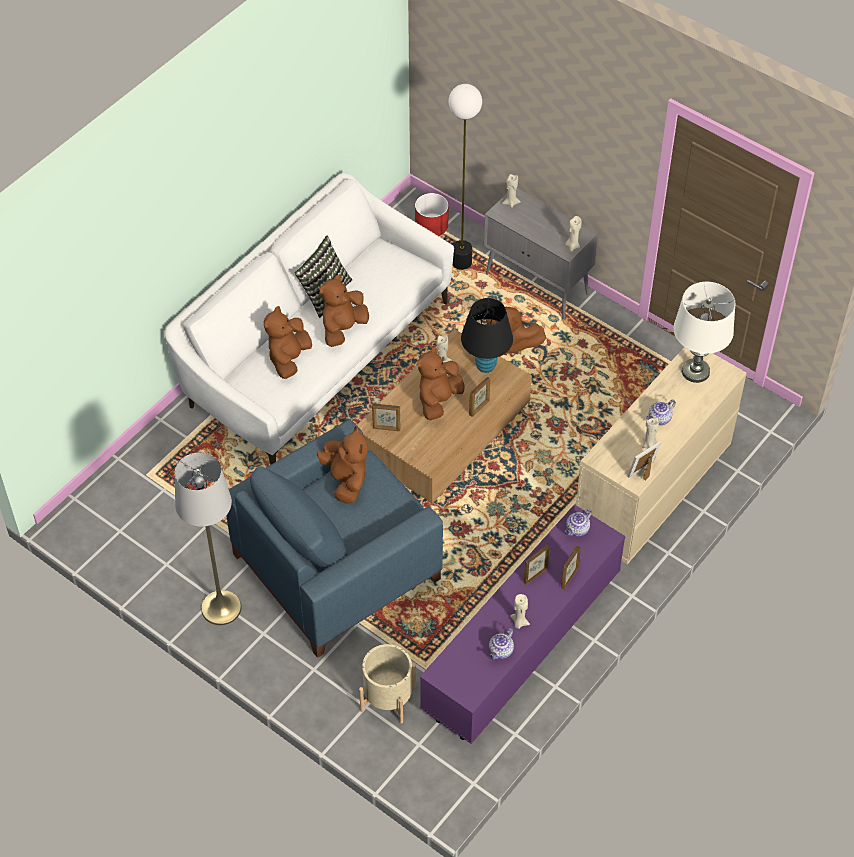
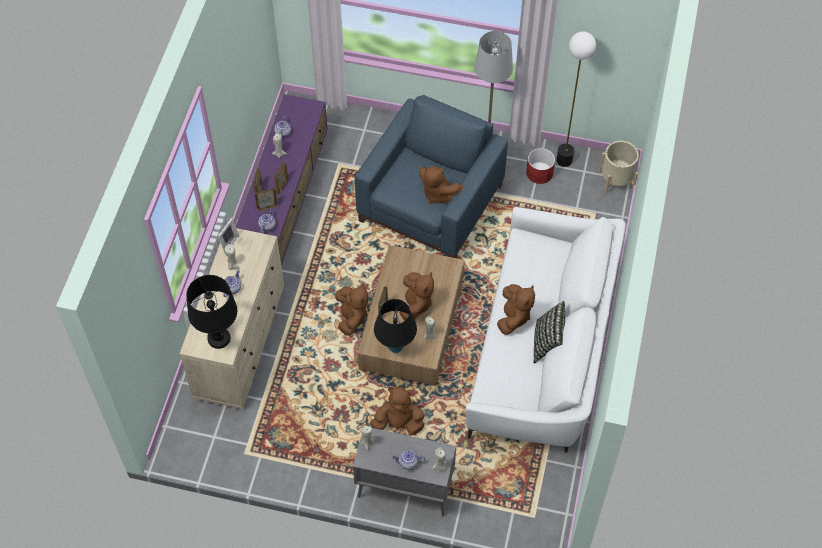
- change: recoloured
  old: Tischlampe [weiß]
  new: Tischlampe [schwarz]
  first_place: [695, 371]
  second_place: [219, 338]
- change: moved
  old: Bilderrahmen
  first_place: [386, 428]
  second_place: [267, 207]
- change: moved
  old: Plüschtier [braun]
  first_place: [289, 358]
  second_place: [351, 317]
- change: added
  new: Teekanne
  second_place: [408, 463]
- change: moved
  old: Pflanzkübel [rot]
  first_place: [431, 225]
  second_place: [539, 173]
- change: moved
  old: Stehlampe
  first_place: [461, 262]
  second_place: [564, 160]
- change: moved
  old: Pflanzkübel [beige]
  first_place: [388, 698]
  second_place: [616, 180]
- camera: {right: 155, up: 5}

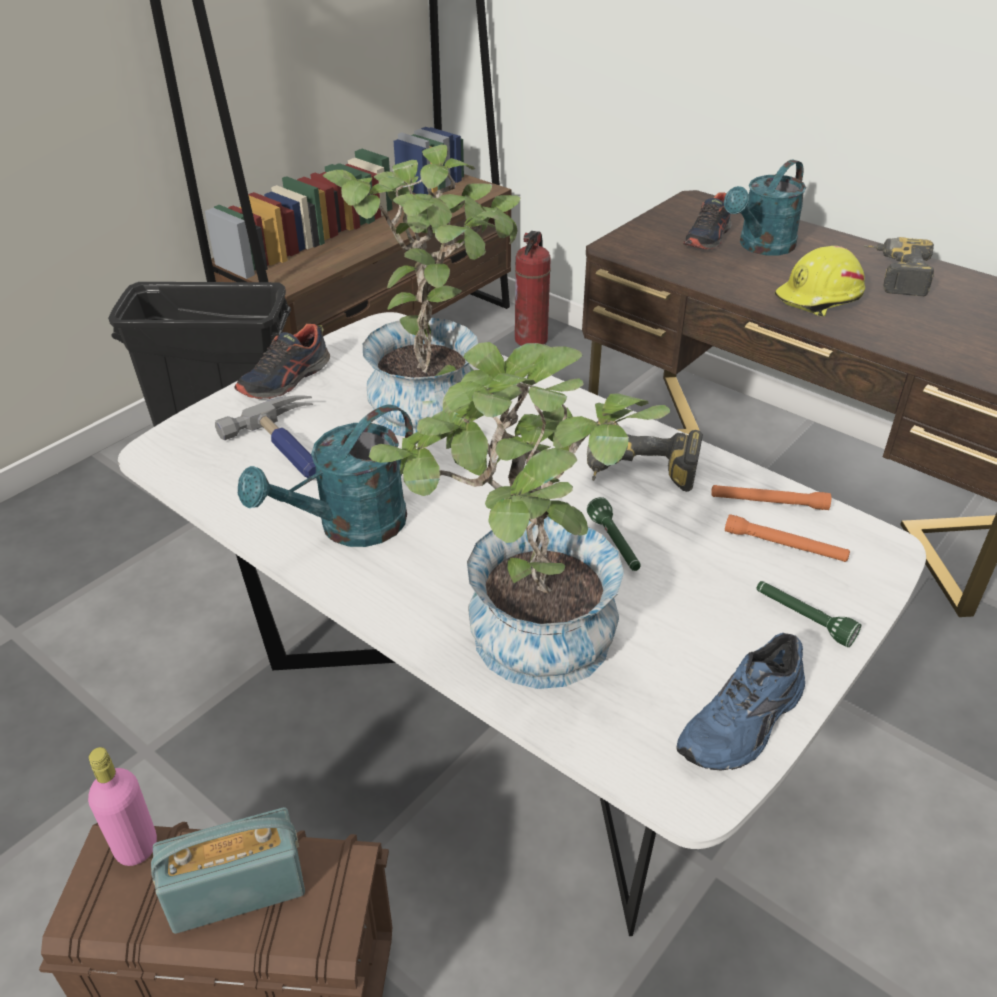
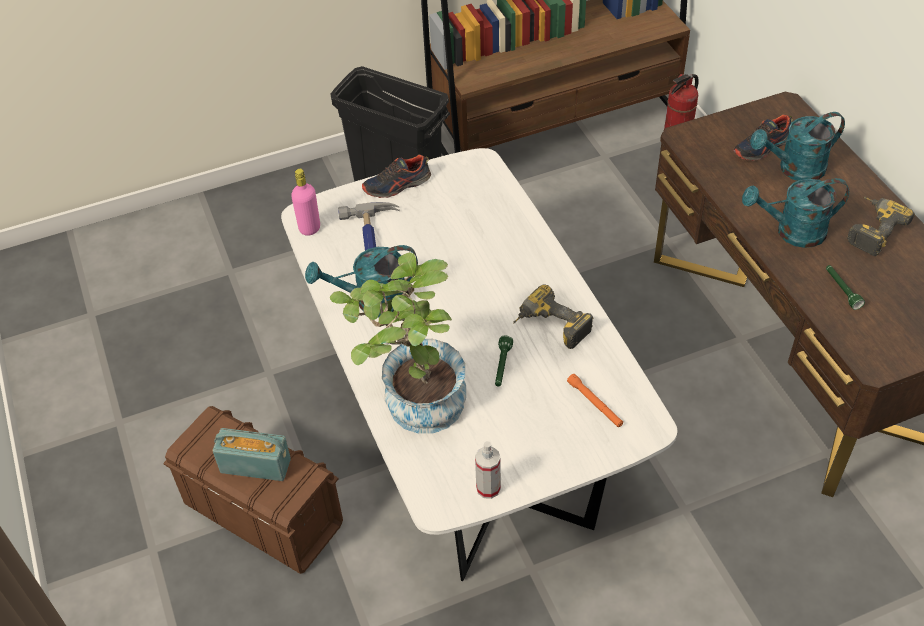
- change: moved
  old: Flasche [rosa]
  first_place: [136, 847]
  second_place: [309, 228]
- change: replaced
  old: Schuh [blau]
  new: Sprühflasche
  first_place: [745, 724]
  second_place: [488, 488]
- change: replaced
  old: Schutzhelm [gelb]
  new: Gießkanne [türkis]
  first_place: [819, 299]
  second_place: [792, 232]
- change: moved
  old: Taschenlampe [grün]
  first_place: [802, 619]
  second_place: [841, 290]
- change: removed
  old: Topfpflanze
  first_place: [436, 400]
- change: removed
  old: Taschenlampe [orange]
  first_place: [768, 502]
- camera: {right: 30, up: 10}

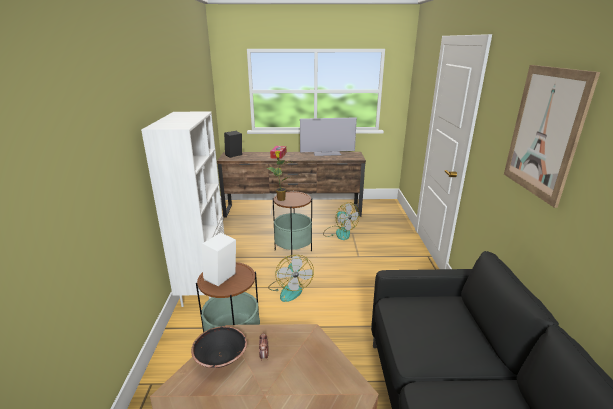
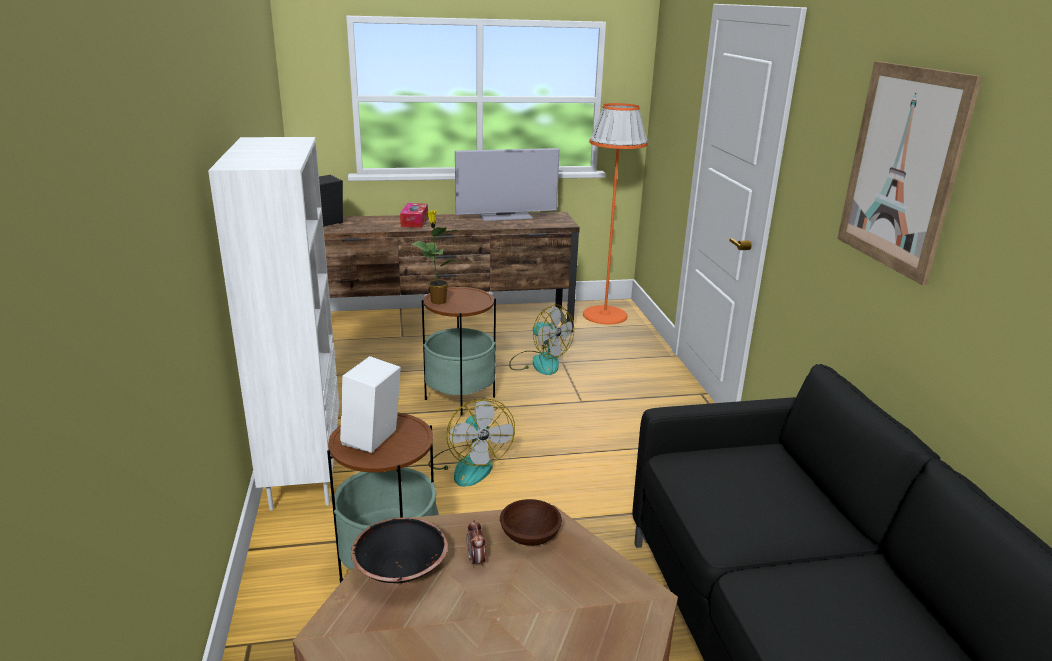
- change: added
  new: Schüssel [braun]
  second_place: [529, 535]
- change: added
  new: Stehlampe [orange]
  second_place: [605, 315]
- camera: {right: -10, up: 0}

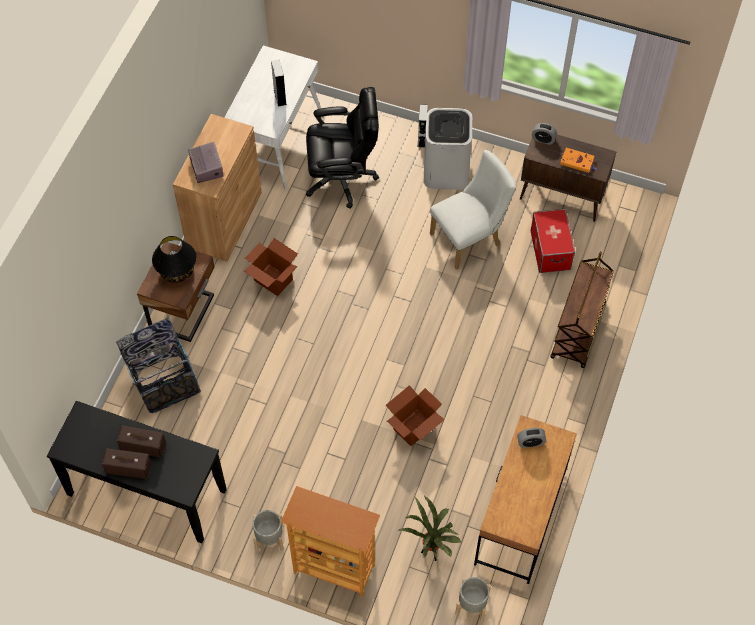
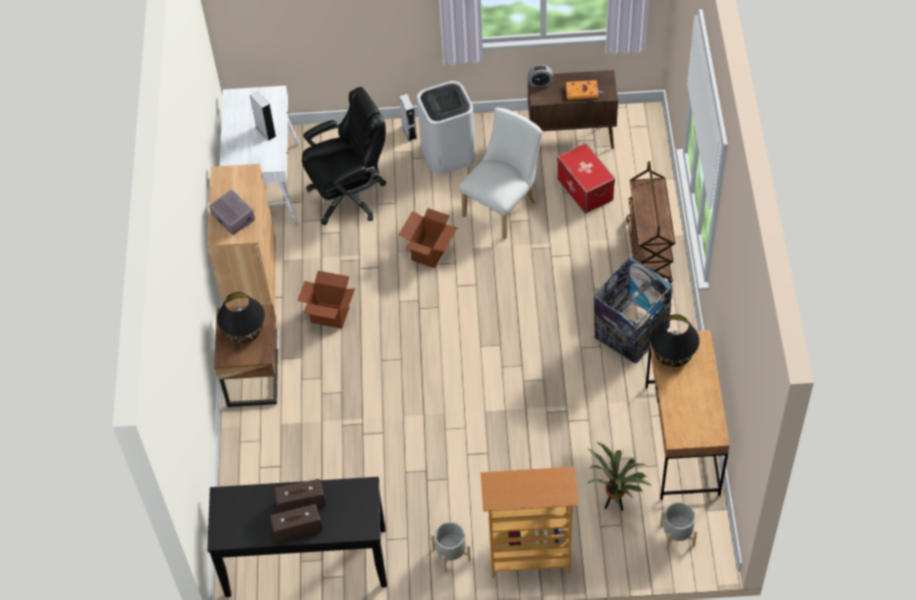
- change: moved
  old: Karton
  first_place: [413, 428]
  second_place: [429, 252]
- change: moved
  old: Mülleimer
  first_place: [165, 385]
  second_place: [630, 335]
- change: replaced
  old: Wecker
  new: Tischlampe [schwarz]
  first_place: [530, 442]
  second_place: [672, 354]
- camera: {right: -20, up: -5}

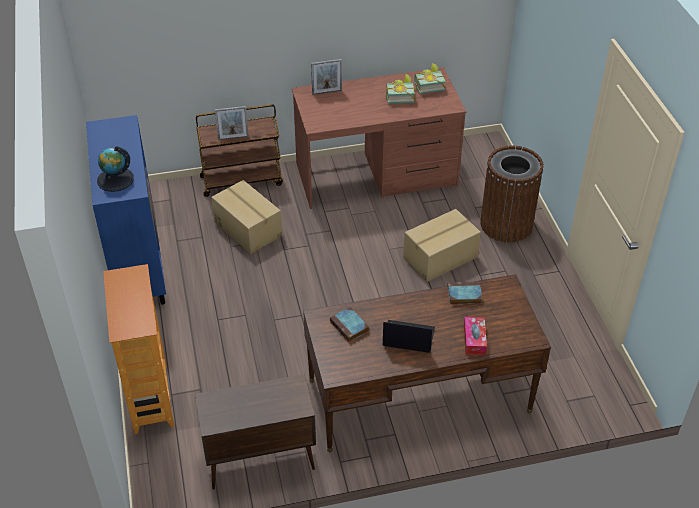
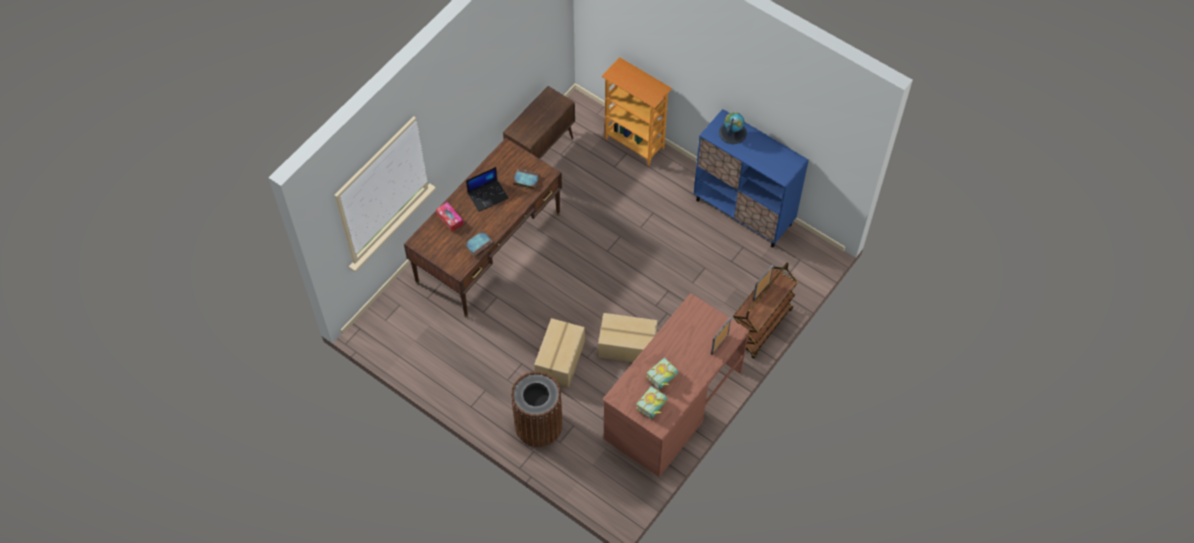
- change: moved
  old: Karton
  first_place: [248, 228]
  second_place: [627, 346]
- camera: {right: 140, up: 15}

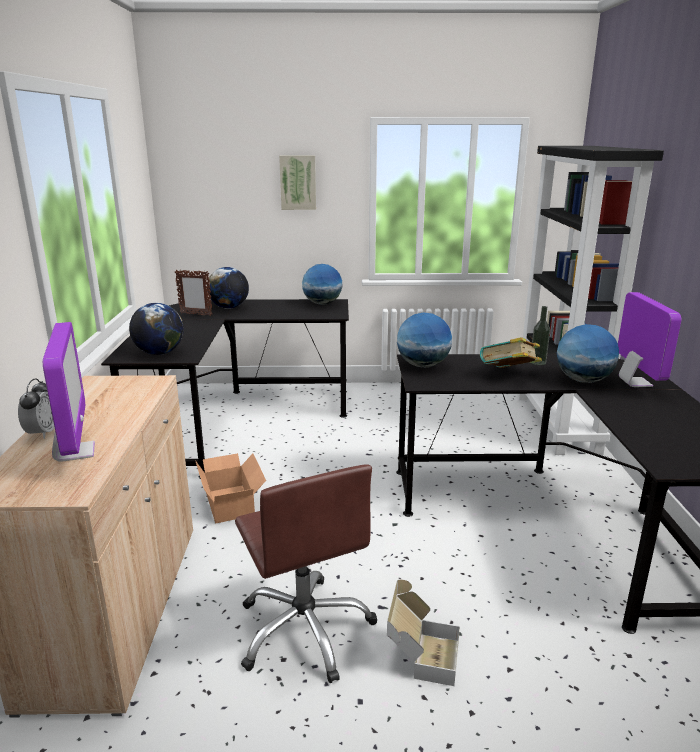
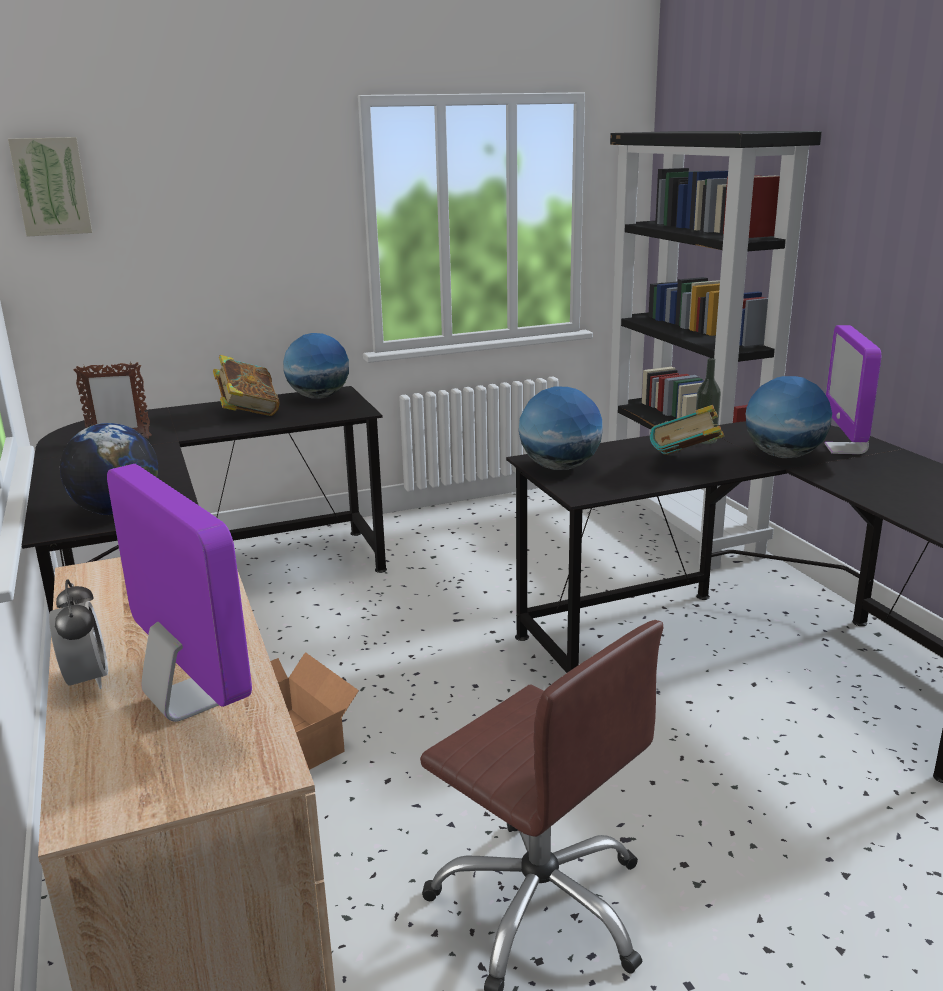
- change: moved
  old: Bild
  first_place: [298, 182]
  second_place: [51, 186]
- change: added
  new: Buch
  second_place: [248, 412]
- change: turned
  old: Monitor
  first_place: [635, 382]
  second_place: [845, 449]
  degrees: -150
- change: removed
  old: Globus
  first_place: [229, 307]
- change: removed
  old: Karton
  first_place: [420, 656]
- camera: {right: -20, up: 0}

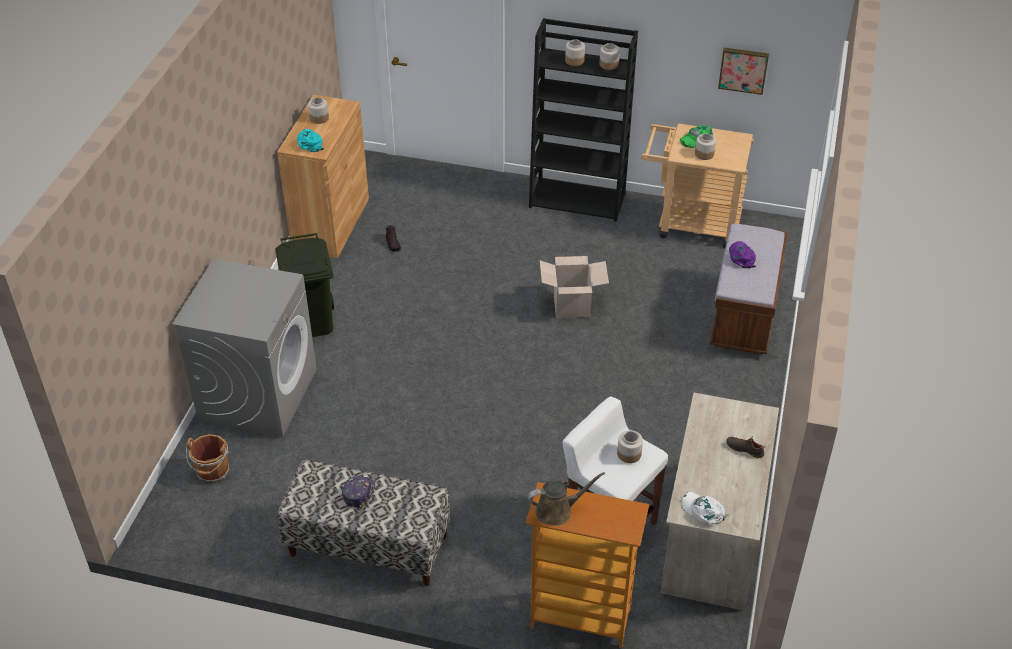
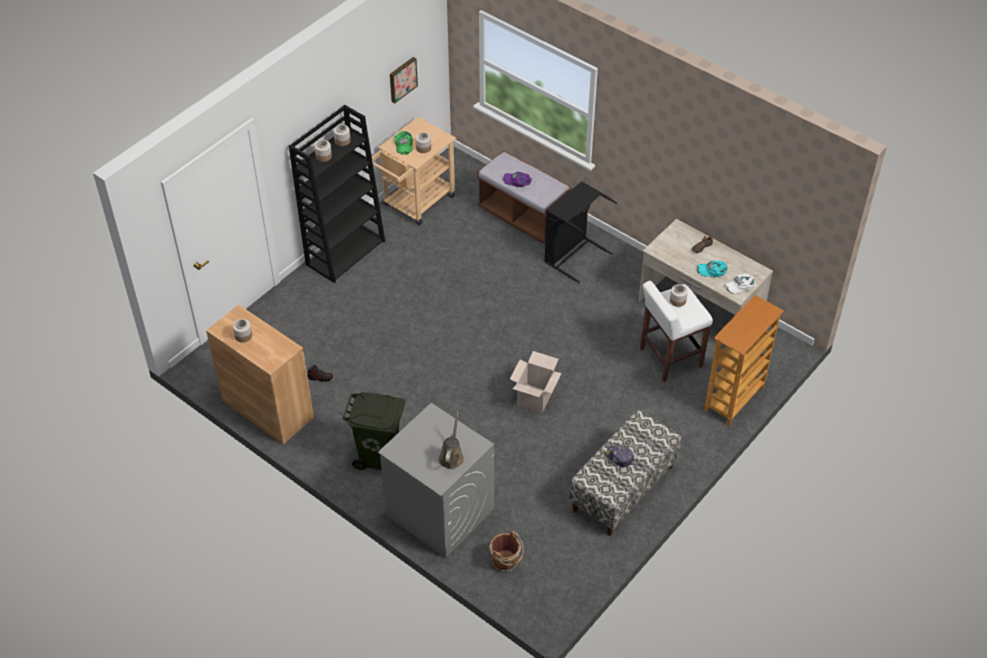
- change: moved
  old: Gießkanne [braun]
  first_place: [557, 511]
  second_place: [451, 456]
- change: moved
  old: Karton
  first_place: [571, 306]
  second_place: [534, 398]
- change: added
  new: Wäschekorb [schwarz]
  second_place: [573, 255]
- change: moved
  old: Kappe [türkis]
  first_place: [309, 142]
  second_place: [712, 270]
- camera: {right: -65, up: 5}

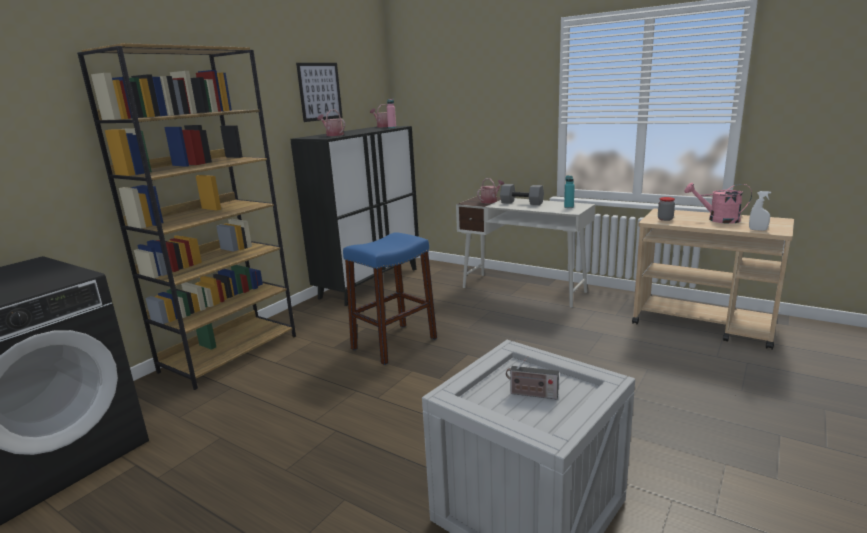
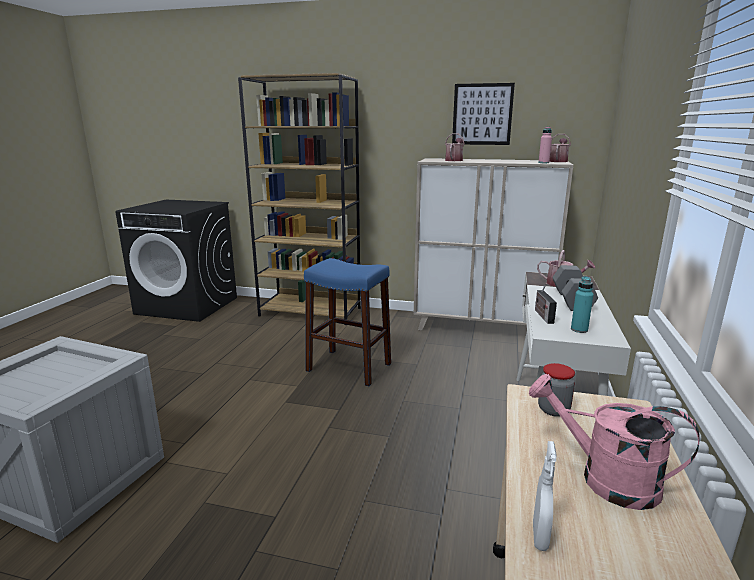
- change: recoloured
  old: Schrank [schwarz]
  new: Schrank [beige]
  first_place: [370, 283]
  second_place: [481, 328]
- change: turned
  old: Gießkanne [rosa]
  first_place: [717, 220]
  second_place: [605, 478]
  degrees: -60
- change: moved
  old: Radio
  first_place: [531, 394]
  second_place: [542, 316]
- camera: {right: 70, up: 0}

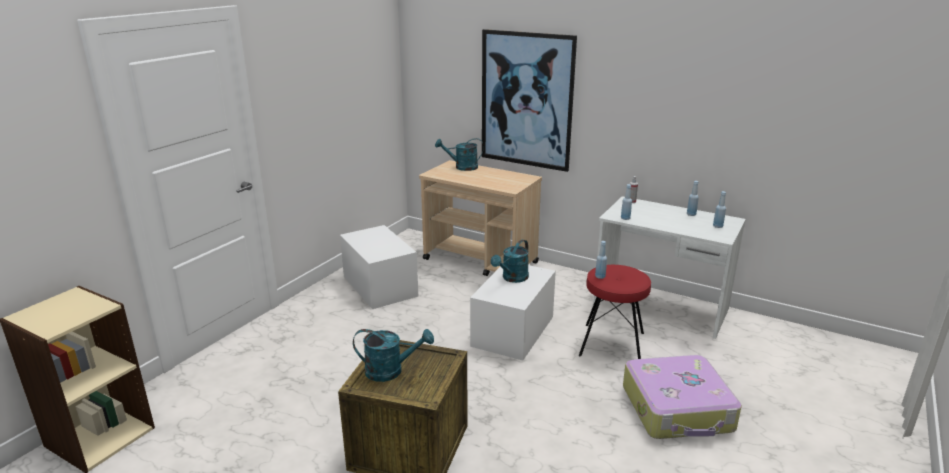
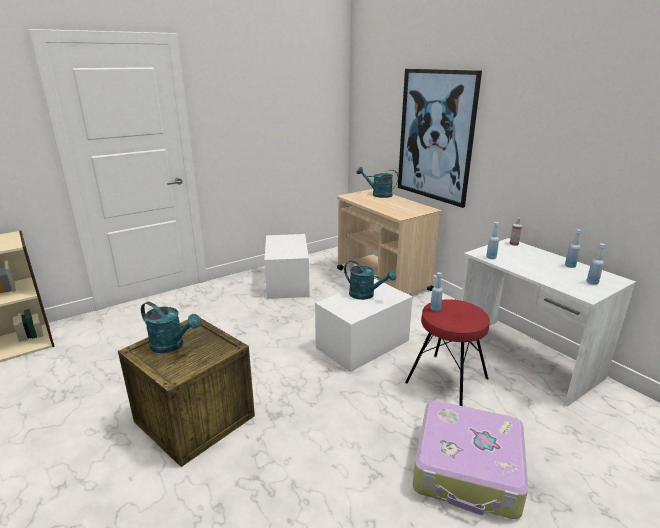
- change: turned
  old: Gießkanne [türkis]
  first_place: [512, 278]
  second_place: [366, 295]
  degrees: -120
- camera: {right: 25, up: 0}

